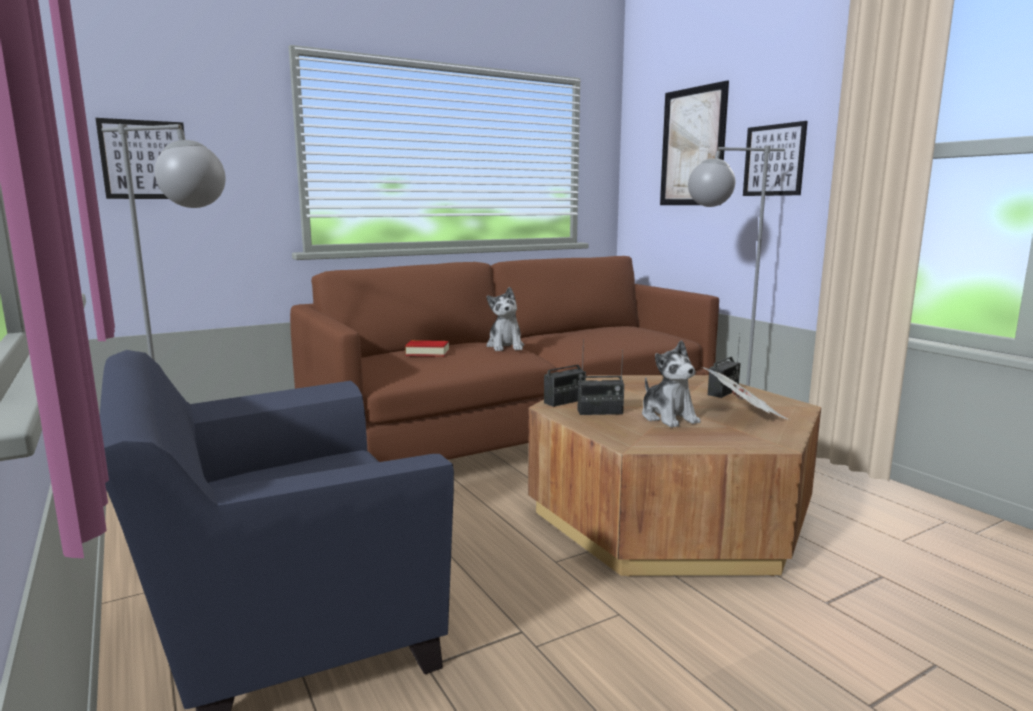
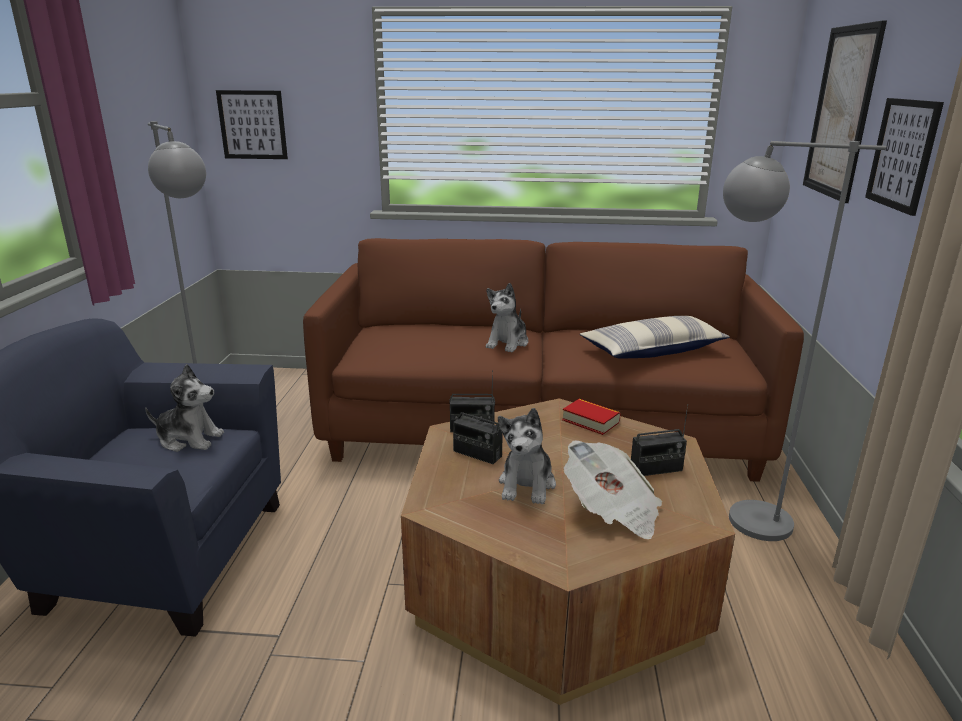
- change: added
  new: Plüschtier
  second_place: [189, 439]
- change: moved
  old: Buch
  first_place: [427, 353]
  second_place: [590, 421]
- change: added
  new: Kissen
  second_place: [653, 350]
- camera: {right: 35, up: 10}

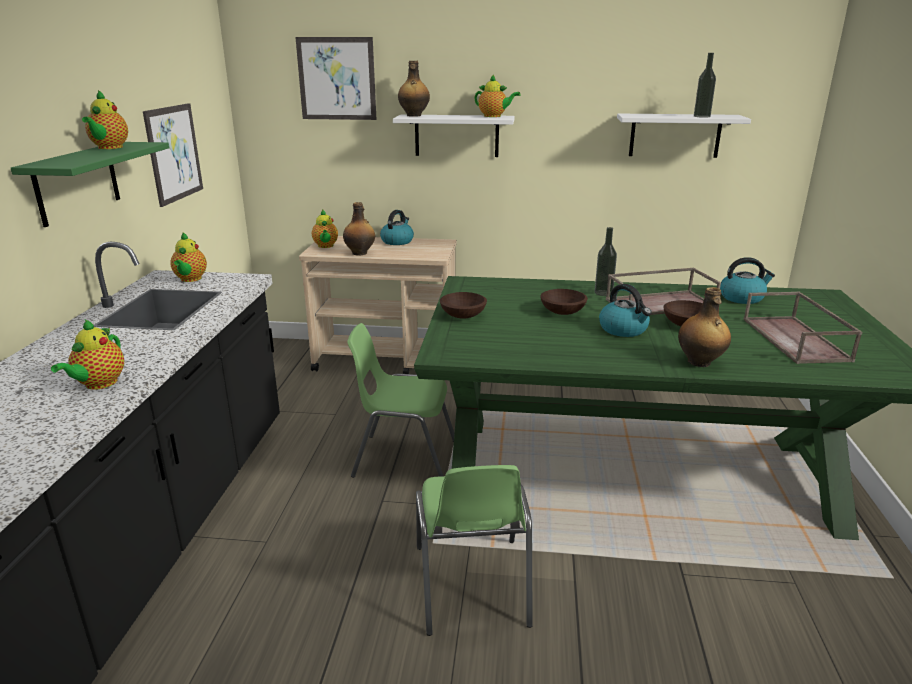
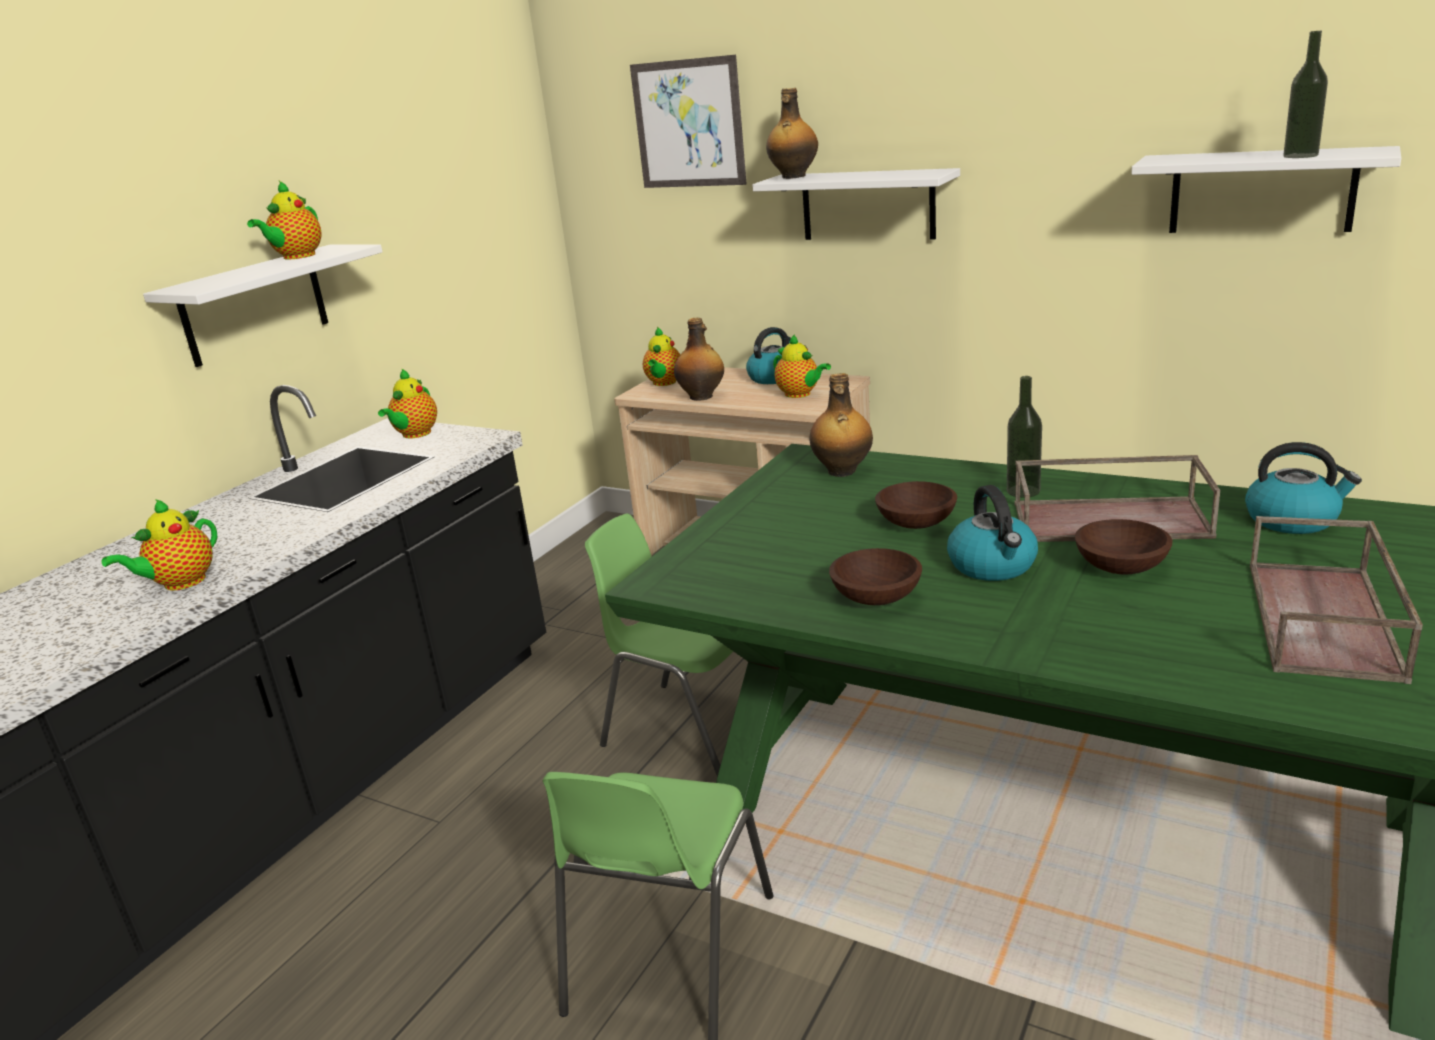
- change: recoloured
  old: Wandregal [grün]
  new: Wandregal [weiß]
  first_place: [77, 183]
  second_place: [254, 305]
- change: moved
  old: Teekanne
  first_place: [494, 116]
  second_place: [800, 394]
- change: moved
  old: Flasche
  first_place: [699, 362]
  second_place: [842, 471]
- change: moved
  old: Schüssel [braun]
  first_place: [463, 316]
  second_place: [876, 598]
- change: removed
  old: Bild
  first_place: [174, 153]
- camera: {right: 25, up: 0}

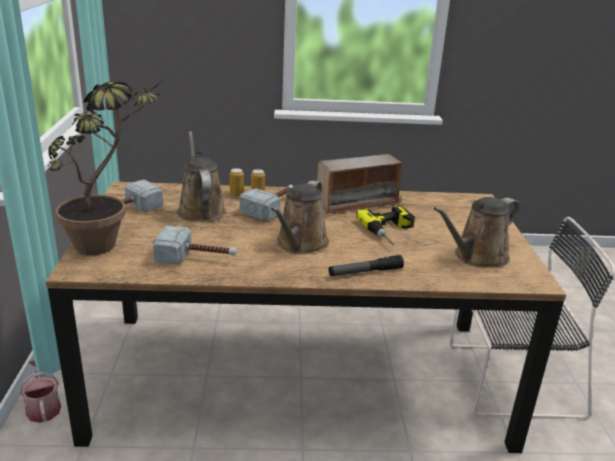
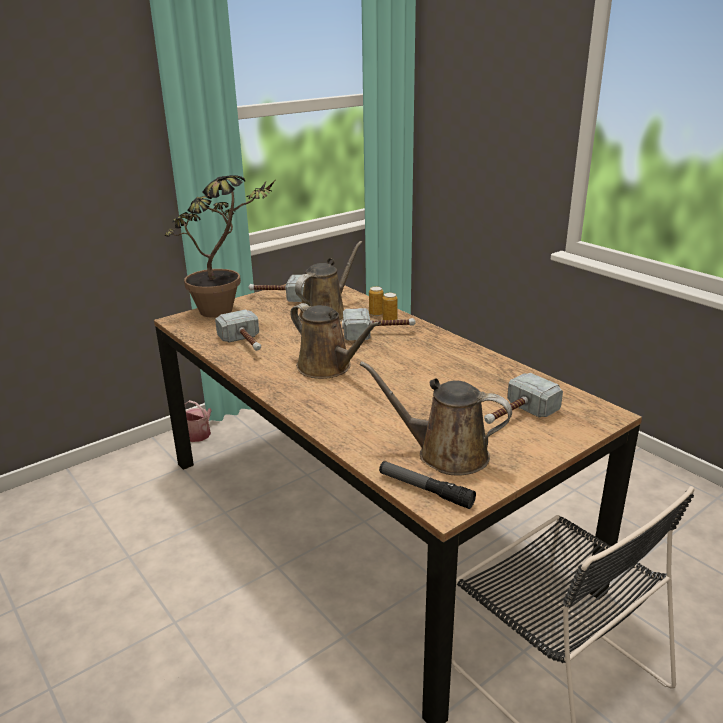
- change: turned
  old: Gießkanne [braun]
  first_place: [300, 244]
  second_place: [328, 368]
  degrees: -120
- change: moved
  old: Taschenlampe
  first_place: [365, 272]
  second_place: [425, 490]
- change: added
  new: Hammer
  second_place: [516, 416]
- change: removed
  old: Radio
  first_place: [357, 203]
- change: removed
  old: Bohrmaschine
  first_place: [392, 232]
- camera: {right: 55, up: 0}

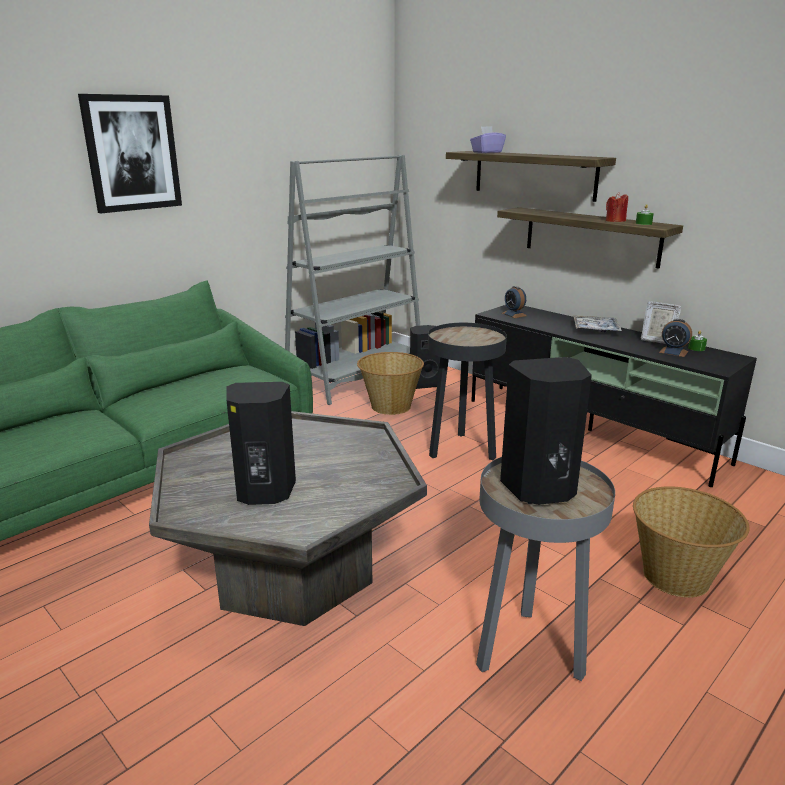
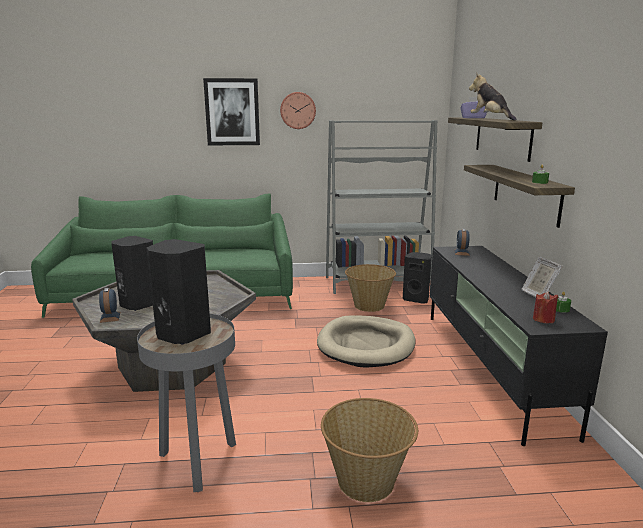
- change: moved
  old: Wecker
  first_place: [673, 352]
  second_place: [110, 317]
- change: added
  new: Wanduhr
  second_place: [297, 110]
- change: replaced
  old: Beistelltisch [schwarz]
  new: Hundebett [beige]
  first_place: [461, 450]
  second_place: [366, 345]
- change: added
  new: Plüschtier
  second_place: [490, 119]
- change: moved
  old: Kerze [rot]
  first_place: [615, 221]
  second_place: [543, 319]
- change: removed
  old: Tablett
  first_place: [595, 329]
- camera: {right: 40, up: -5}

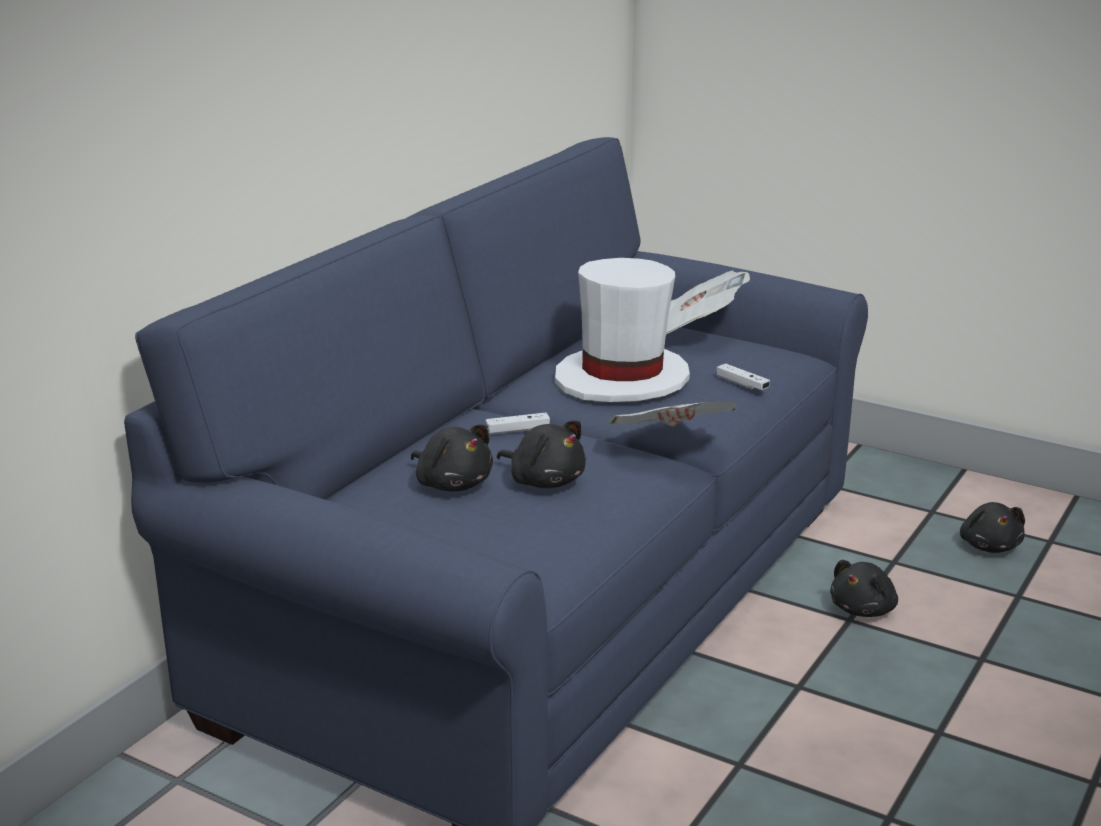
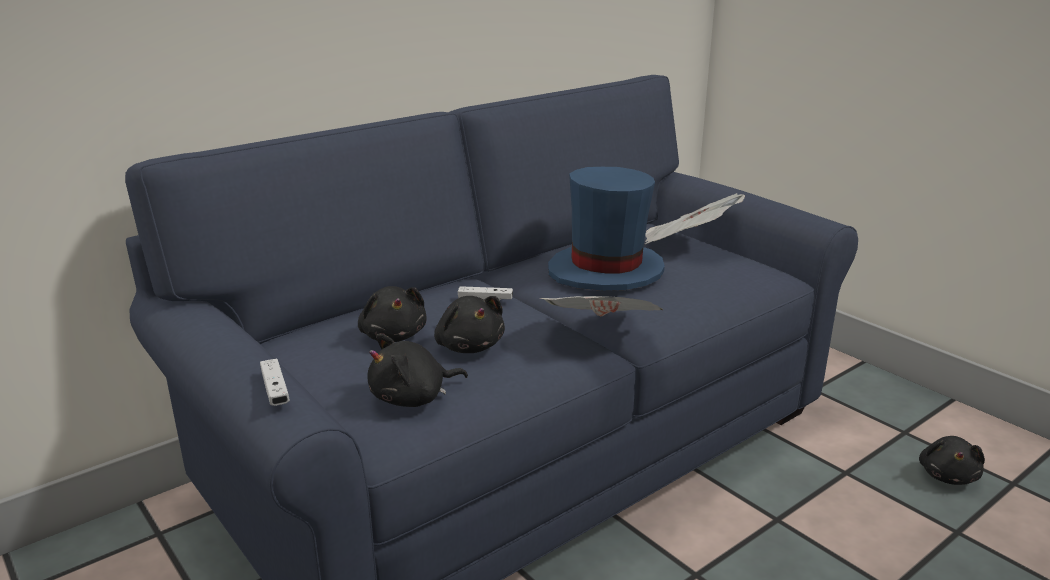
- change: moved
  old: Gamepad [weiß]
  first_place: [742, 384]
  second_place: [275, 390]
- change: moved
  old: Plüschtier [schwarz]
  first_place: [864, 609]
  second_place: [413, 398]
- change: recoloured
  old: Hut [weiß]
  new: Hut [blau]
  first_place: [622, 379]
  second_place: [606, 271]
- camera: {right: 20, up: 0}

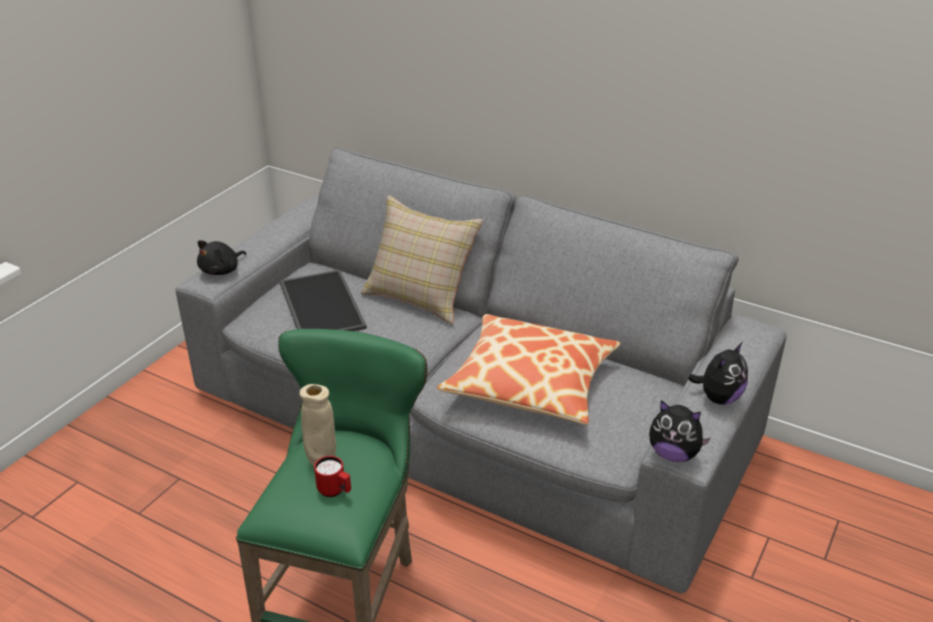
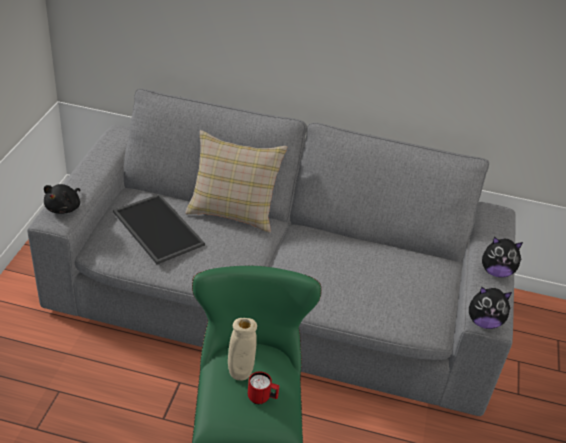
- change: turned
  old: Plüschtier
  first_place: [718, 398]
  second_place: [496, 272]
  degrees: 75
- change: removed
  old: Kissen
  first_place: [531, 382]
- camera: {right: -20, up: 5}

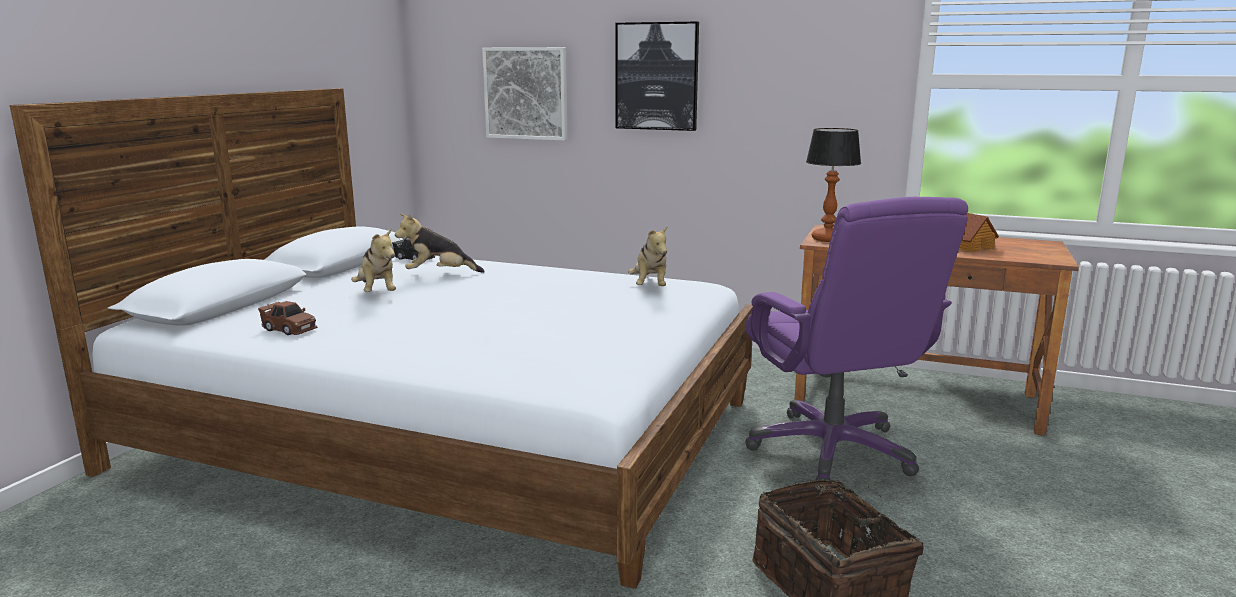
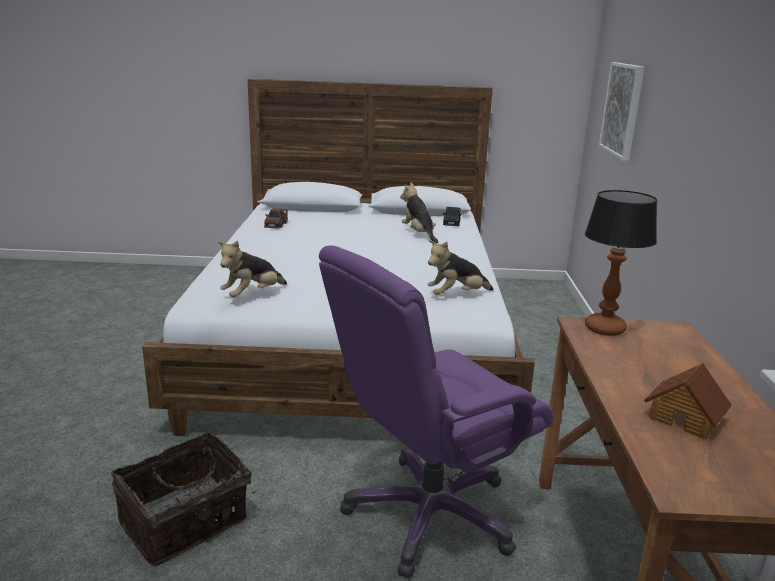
- change: moved
  old: Plüschtier
  first_place: [377, 293]
  second_place: [252, 295]
- change: removed
  old: Bild
  first_place: [657, 76]
- camera: {right: 70, up: 5}

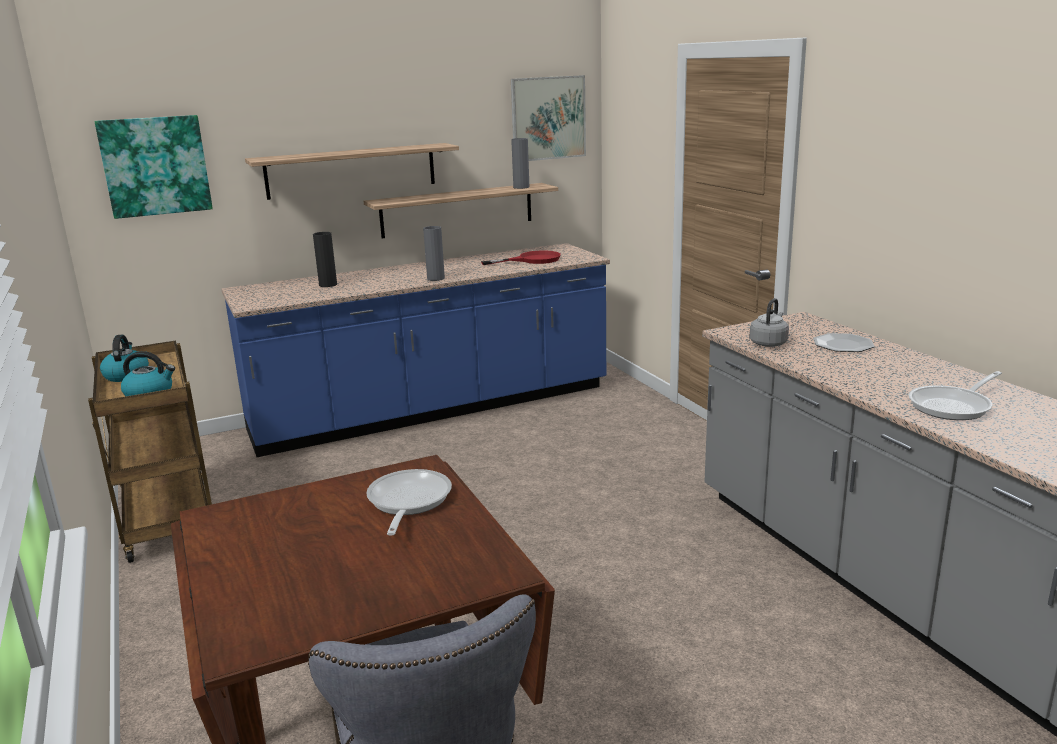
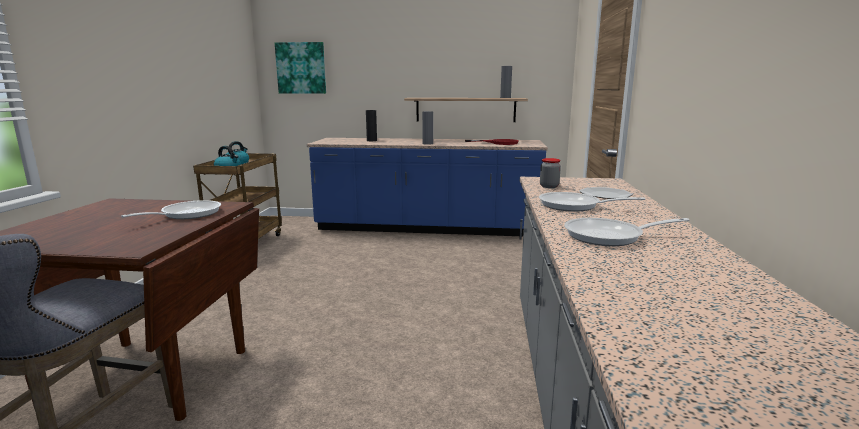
- change: added
  new: Pfanne
  second_place: [574, 206]
- change: replaced
  old: Wasserkessel [grau]
  new: Vorratsglas
  first_place: [769, 343]
  second_place: [549, 186]
- change: removed
  old: Wandregal
  first_place: [351, 170]
- change: removed
  old: Bild
  first_place: [548, 118]
- camera: {right: 30, up: -5}

